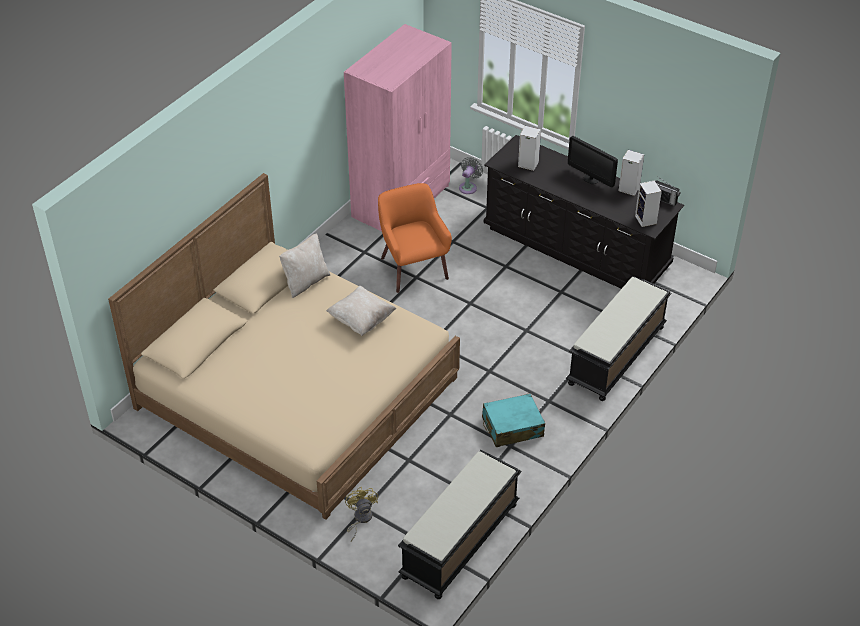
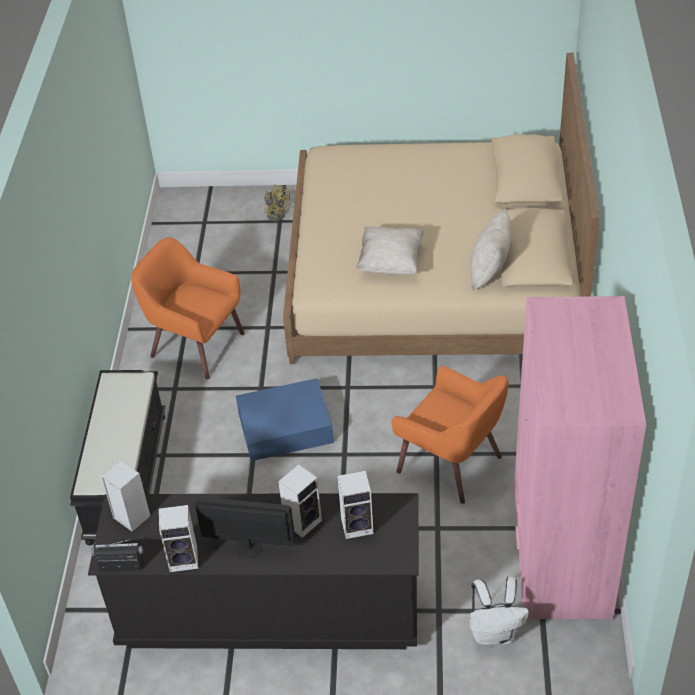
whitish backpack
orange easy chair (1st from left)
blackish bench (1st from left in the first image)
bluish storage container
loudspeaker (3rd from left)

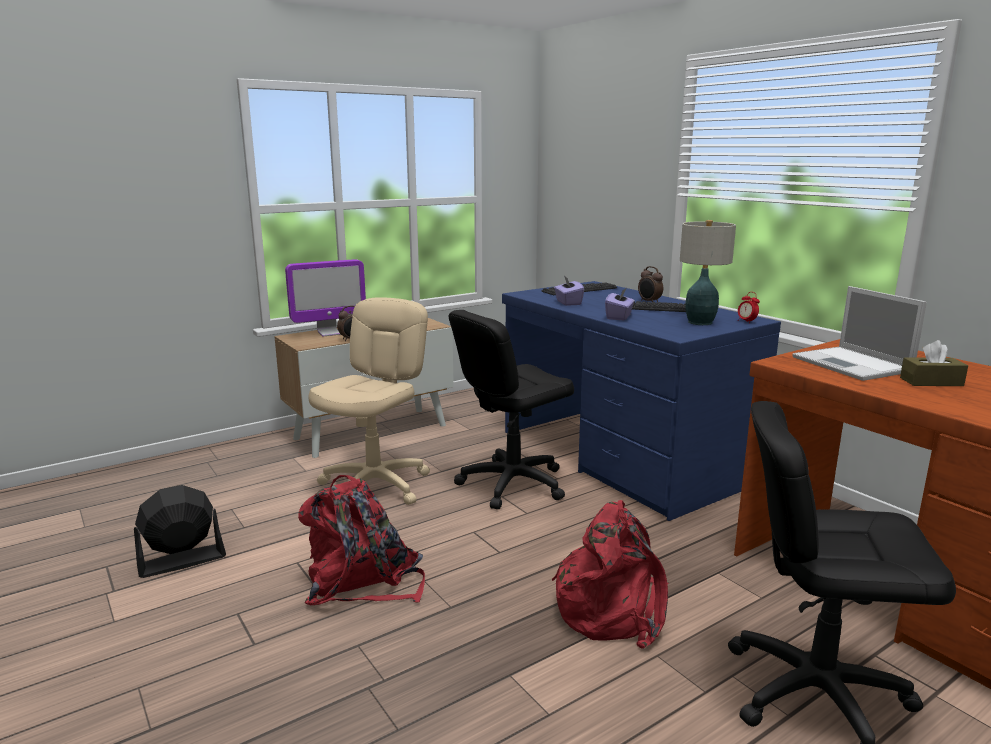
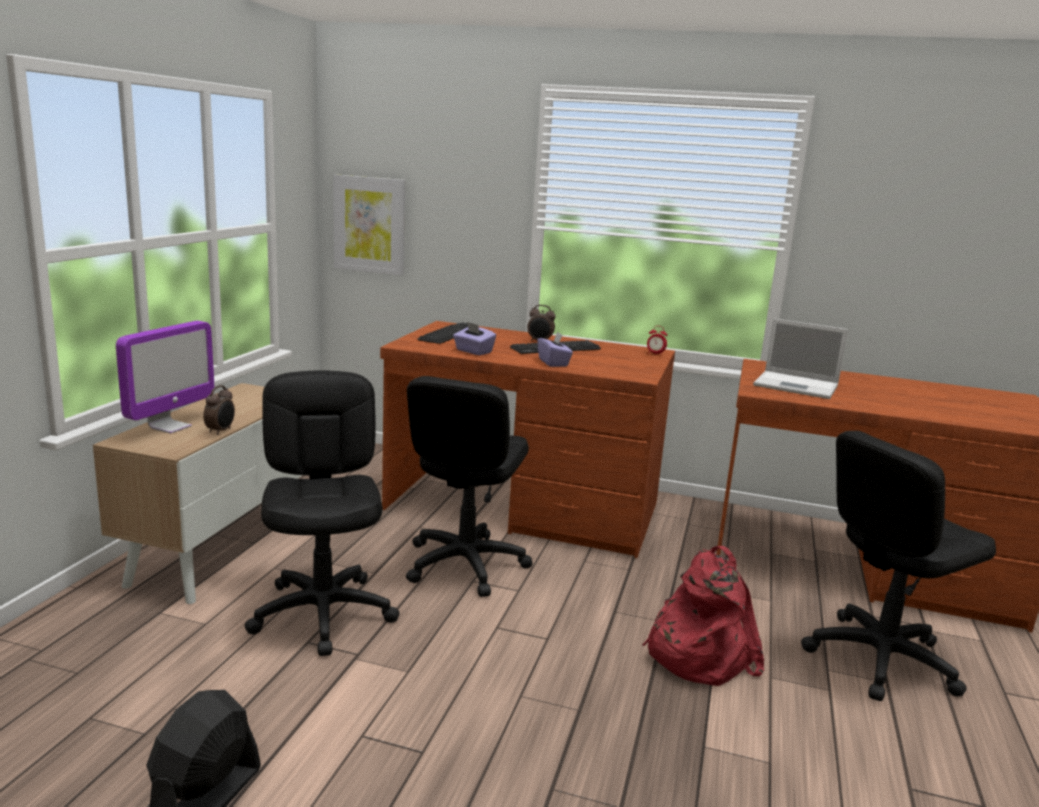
tabletop lamp
brown-coloured desk table (1st from left)
blackish office chair (1st from left)
brown-coloured tissue box
red-coloured backpack (1st from left in the first image)
wall art

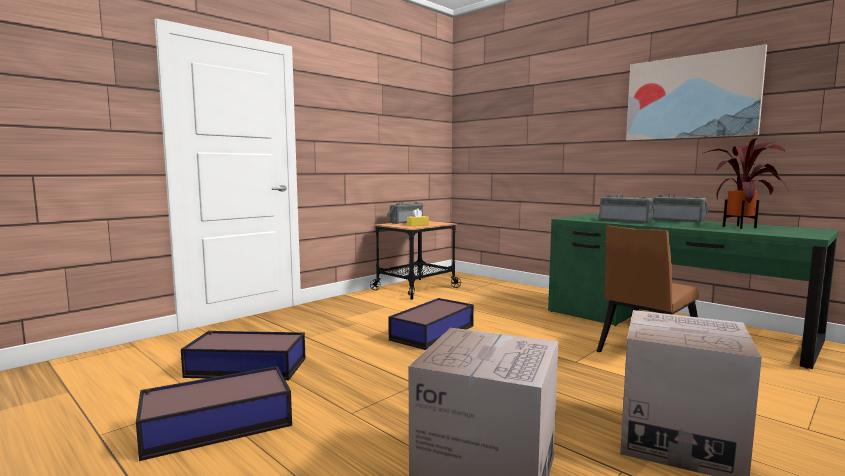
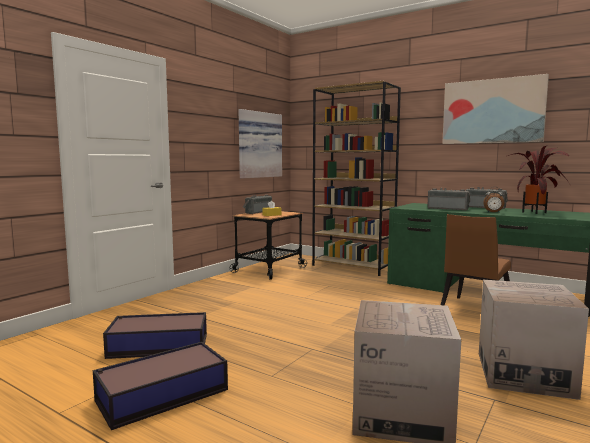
storage container (3rd from left in the first image)
brown-coloured bookcase
wall art (1st from left)
bedside clock

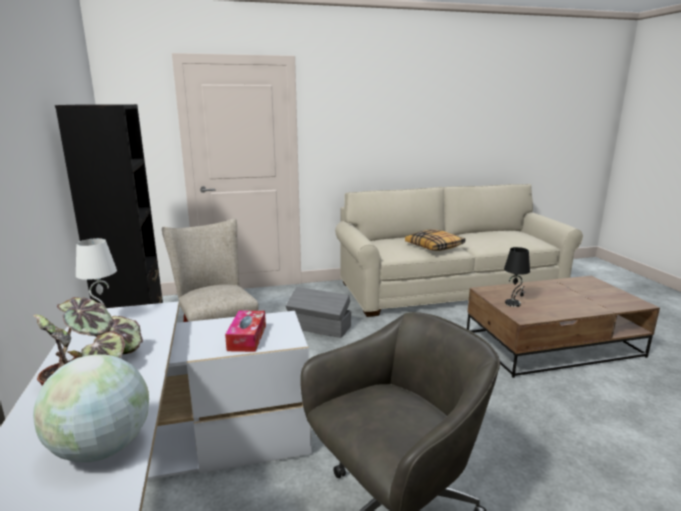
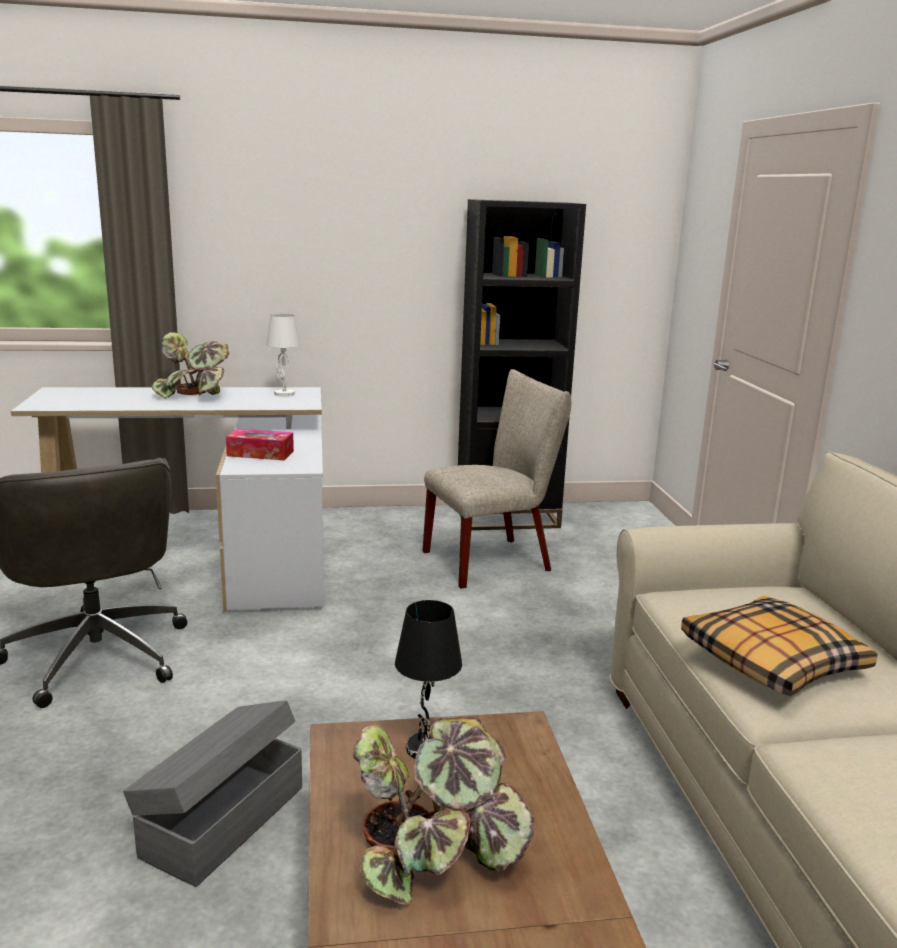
grey storage container
desk globe
potted plant (2nd from left)

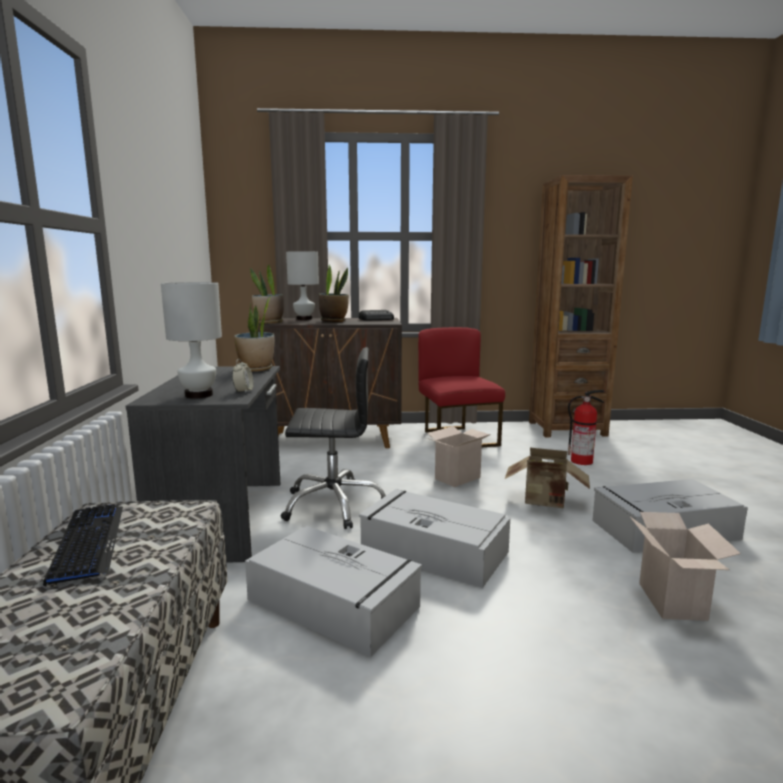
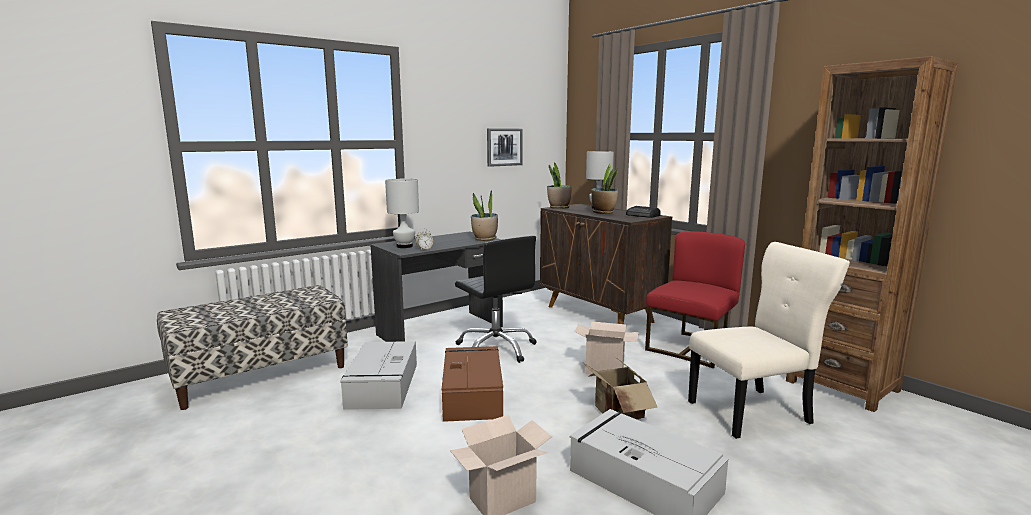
sand-coloured chair
brown-coloured storage container
keyboard
wall art

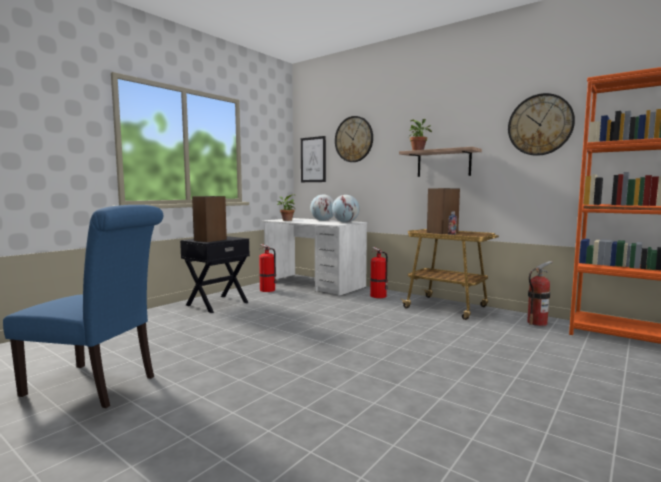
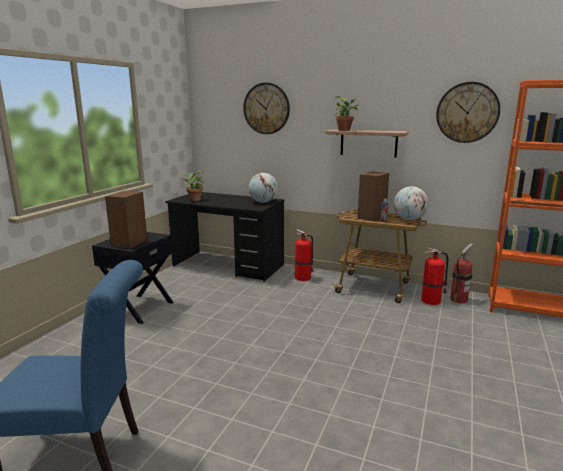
wall art
desk globe (2nd from left)
blackish desk table
extinguisher (2nd from left)

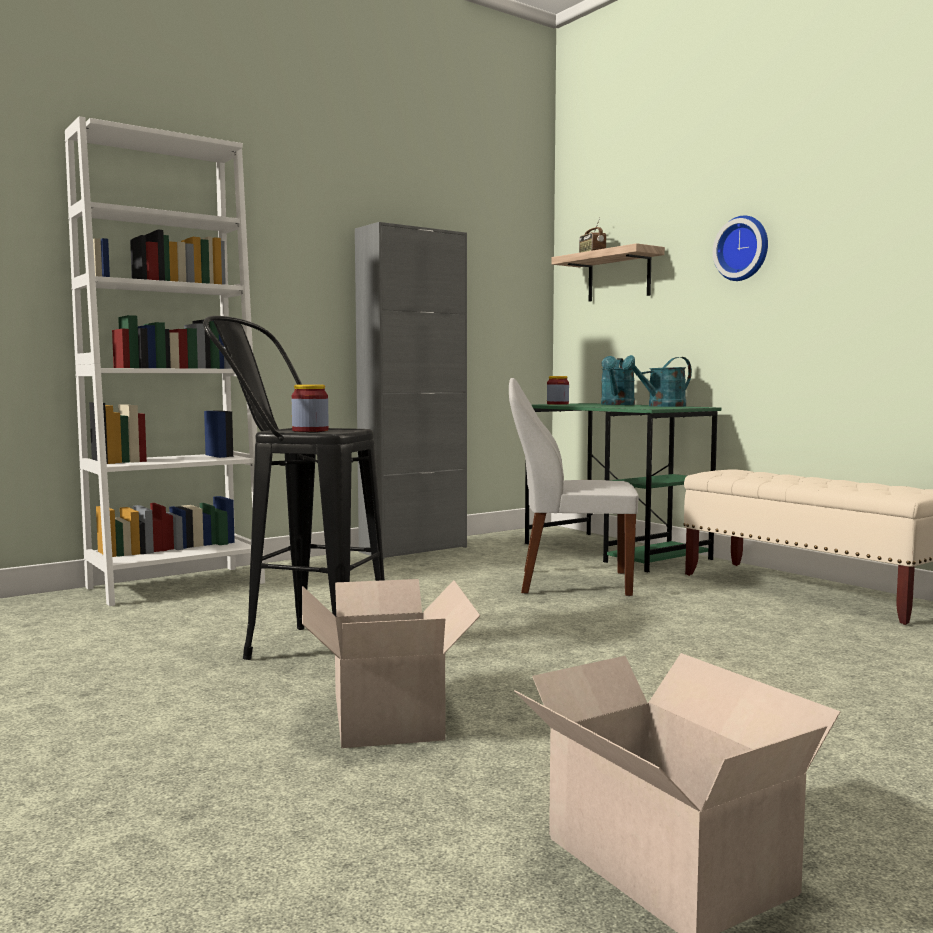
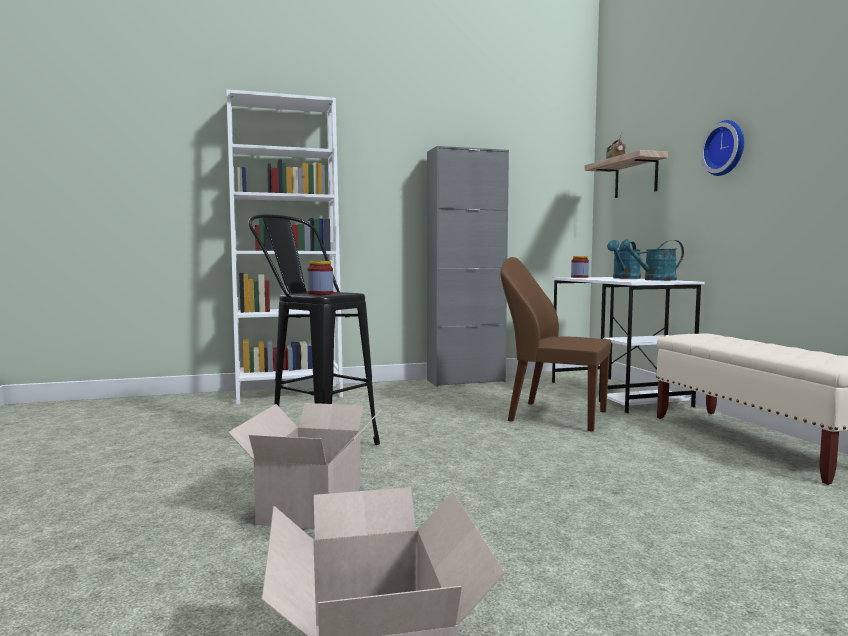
brown-coloured chair
whitish desk table

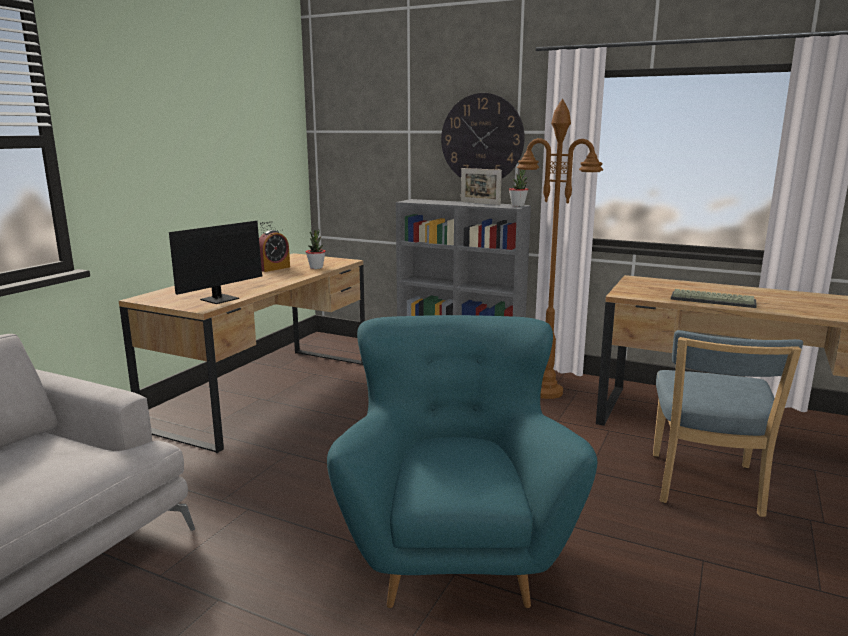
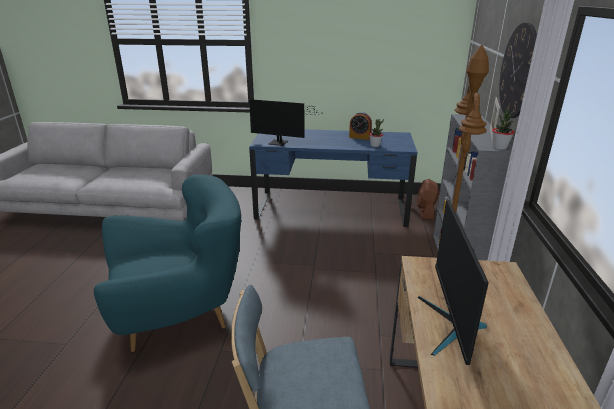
bluish desk table
computer display (2nd from left)
brown-coloured electric fan

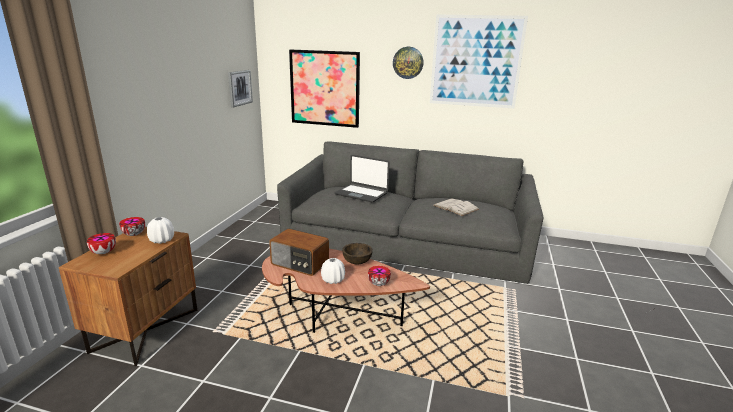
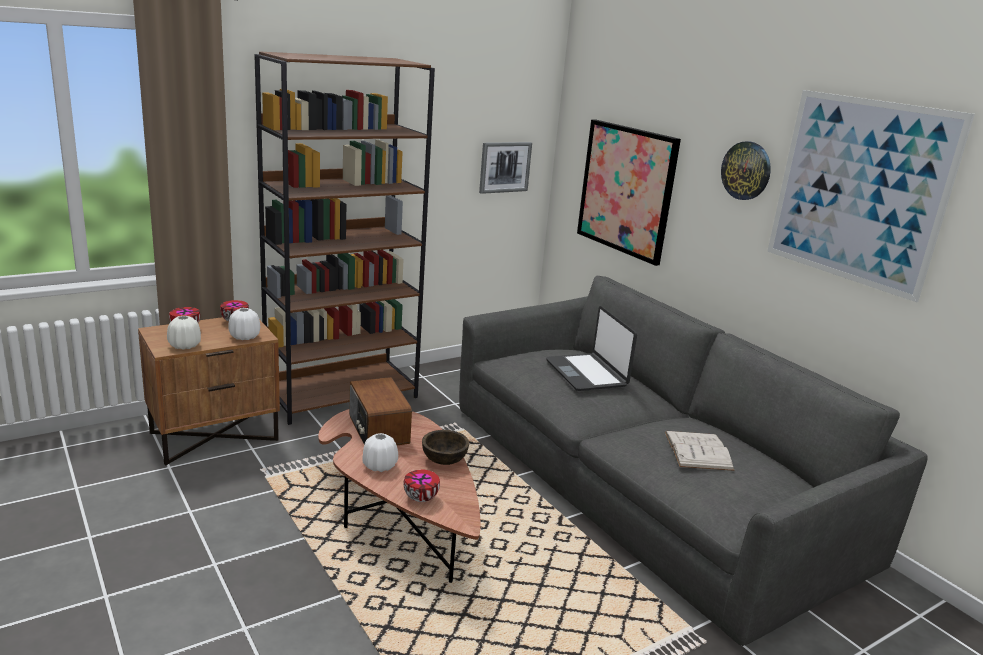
brown-coloured bookcase
whitish decorative vase (1st from left)

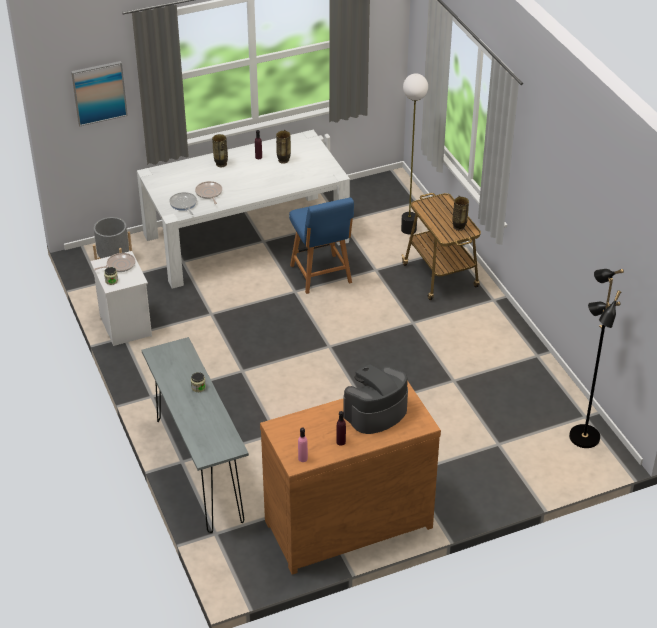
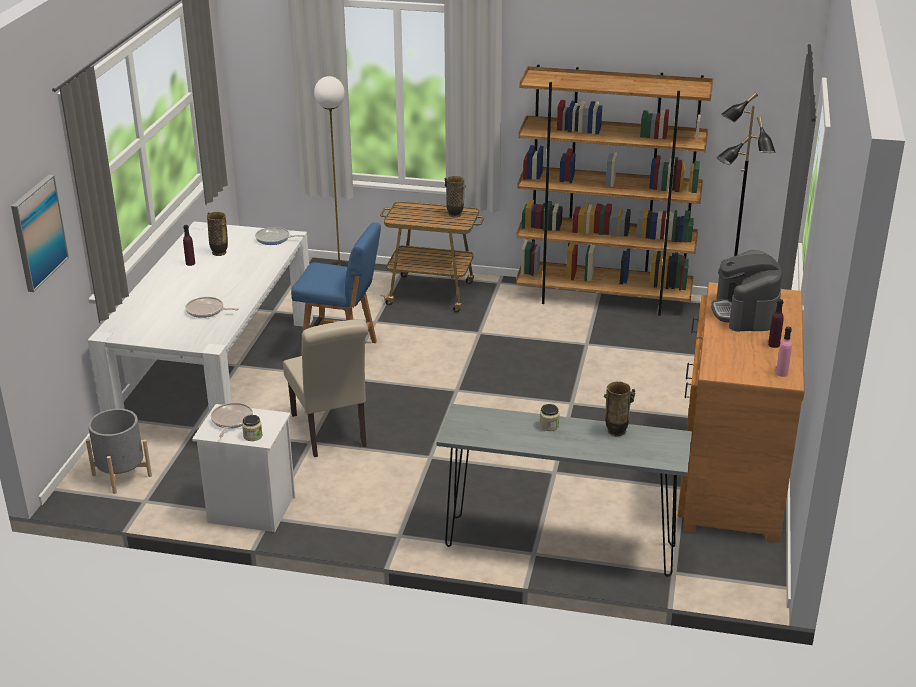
decorative vase (3rd from left)
skillet (3rd from left)
brown-coloured bookcase
sand-coloured chair

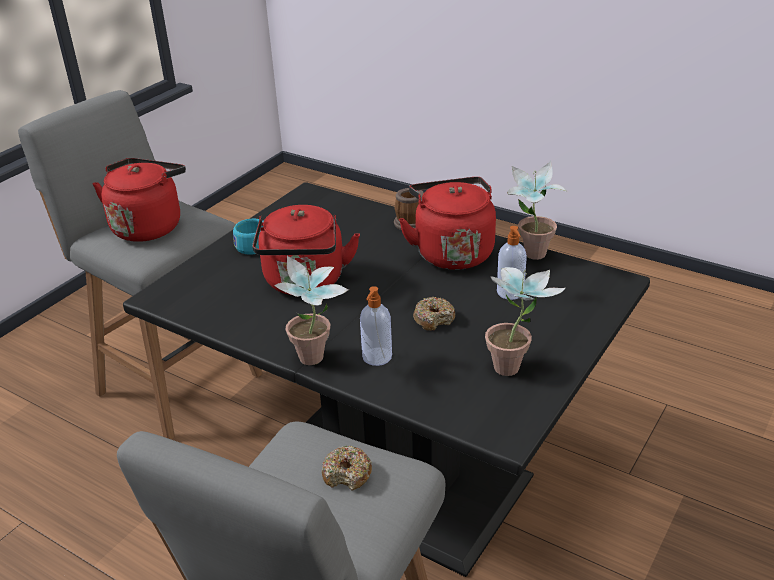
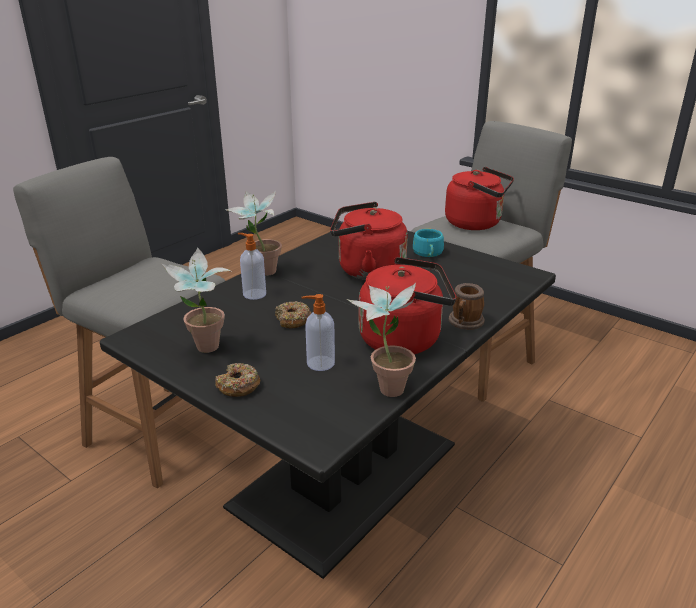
donut (1st from left)

